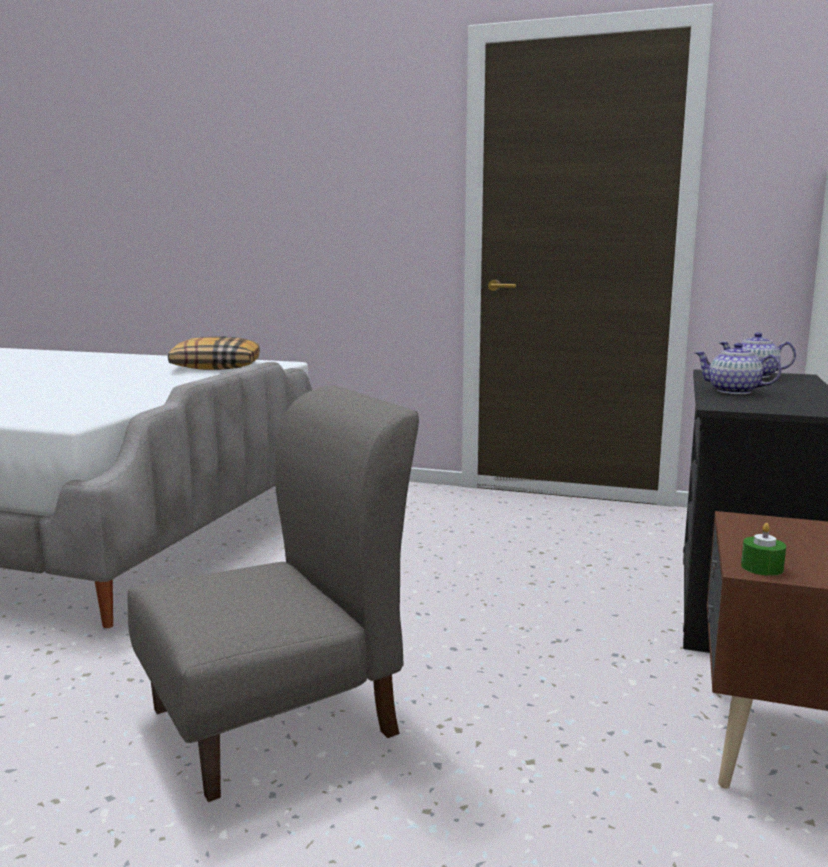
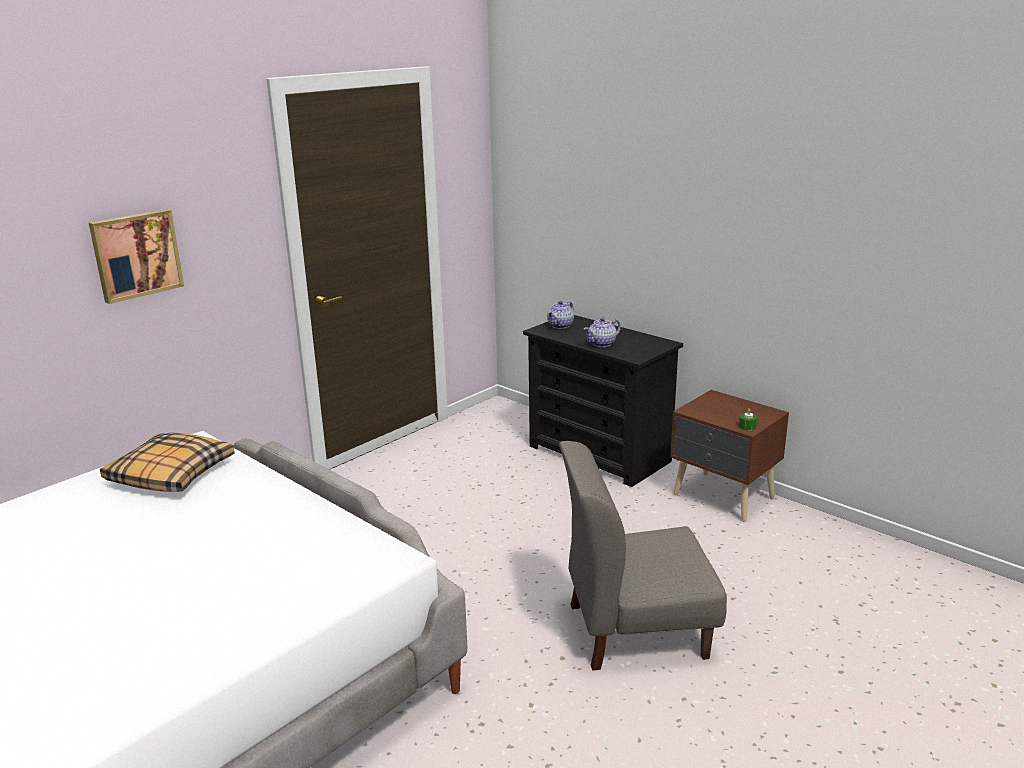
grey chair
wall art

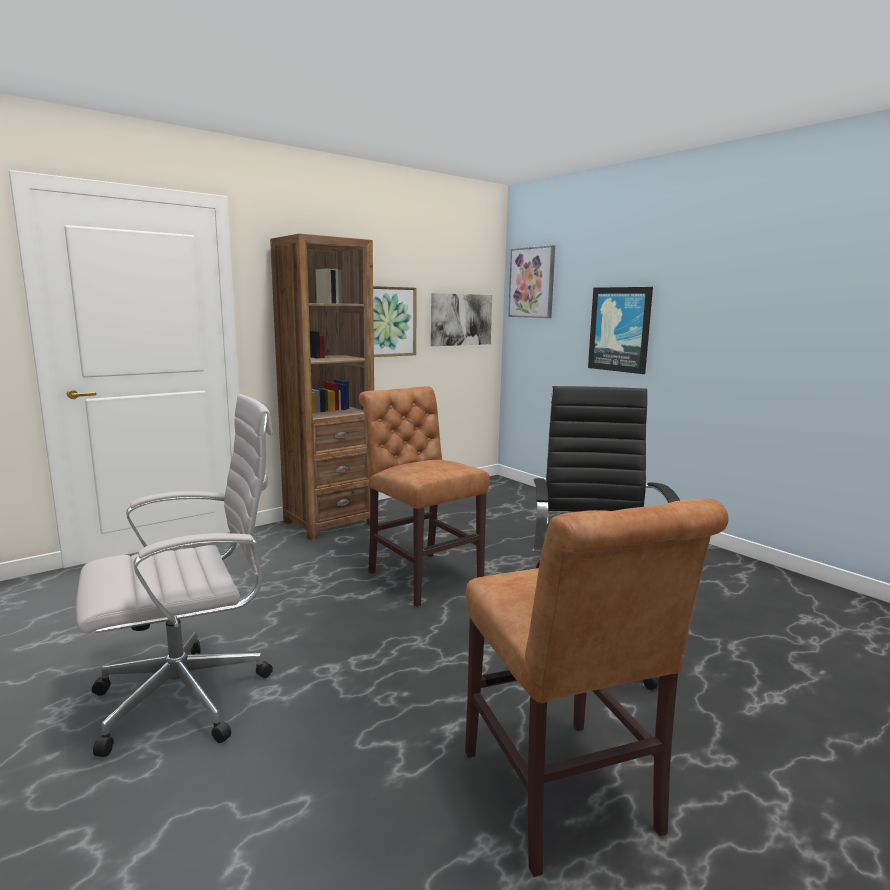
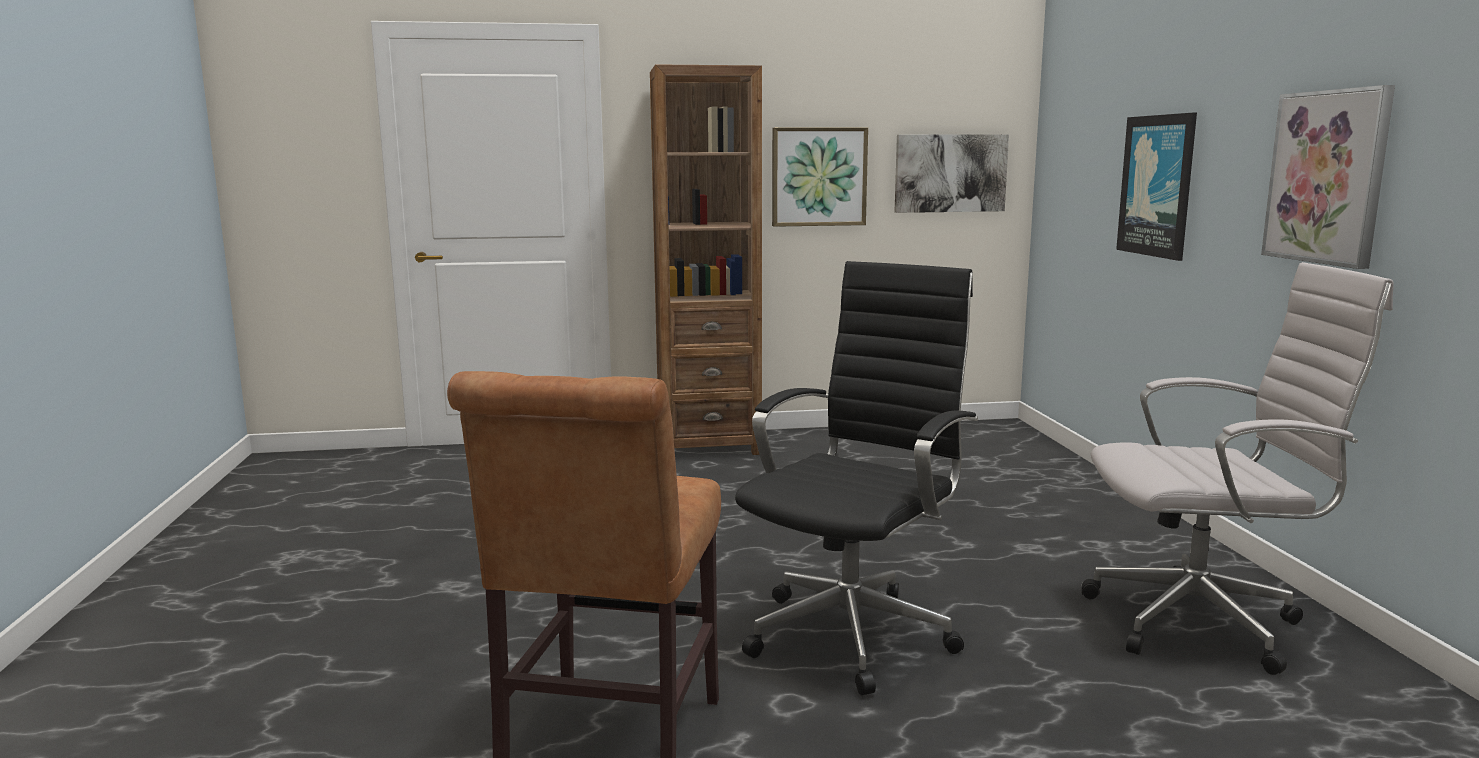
wall art (4th from left)
brown-coloured chair (1st from left in the first image)
whitish office chair

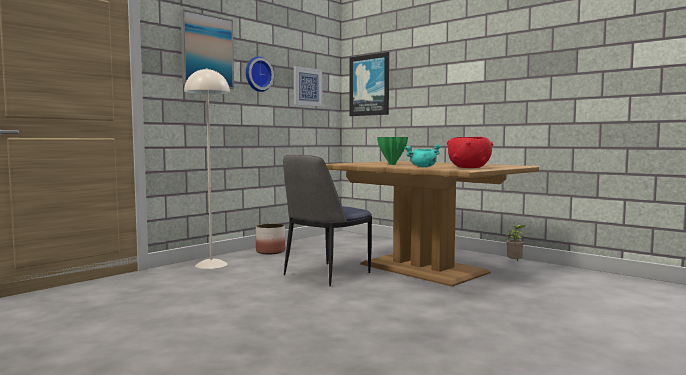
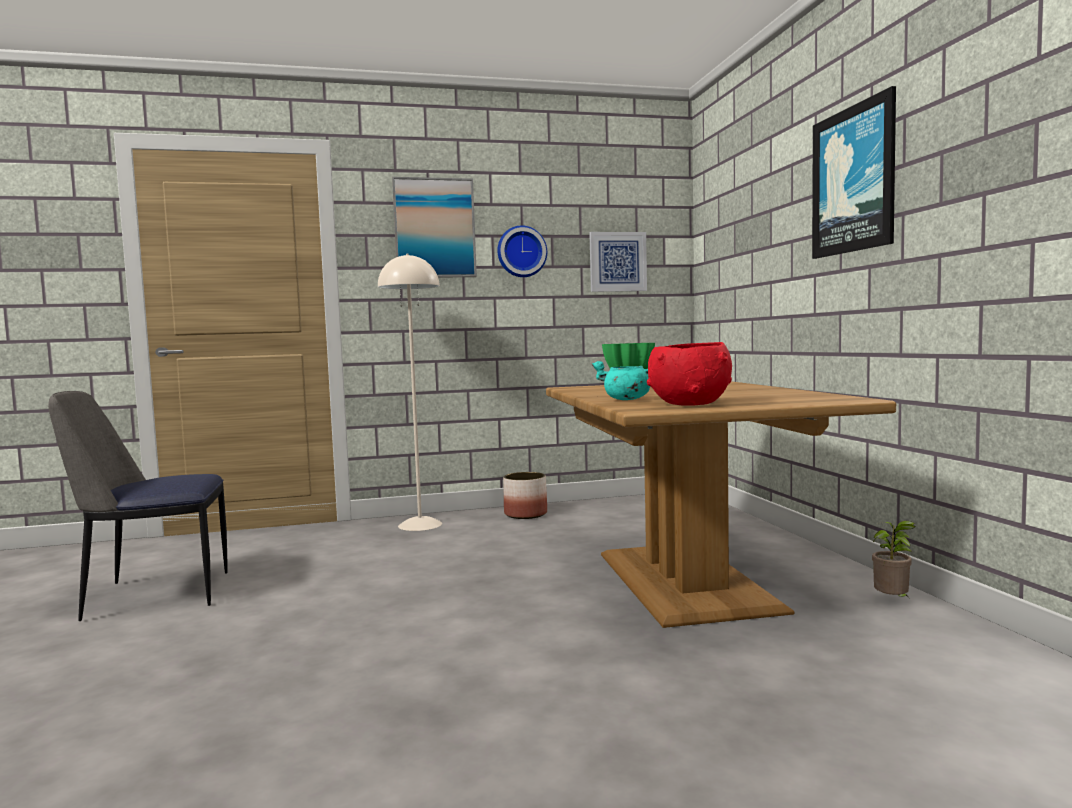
wall art (3rd from left)
chair

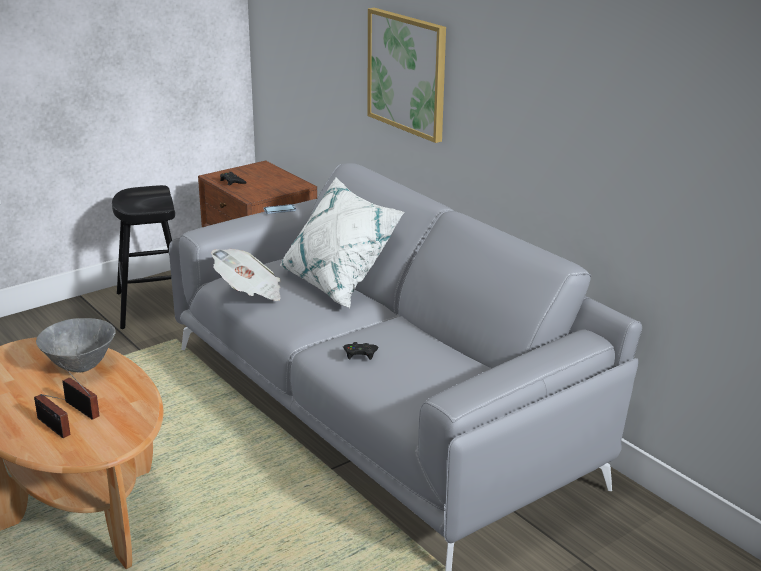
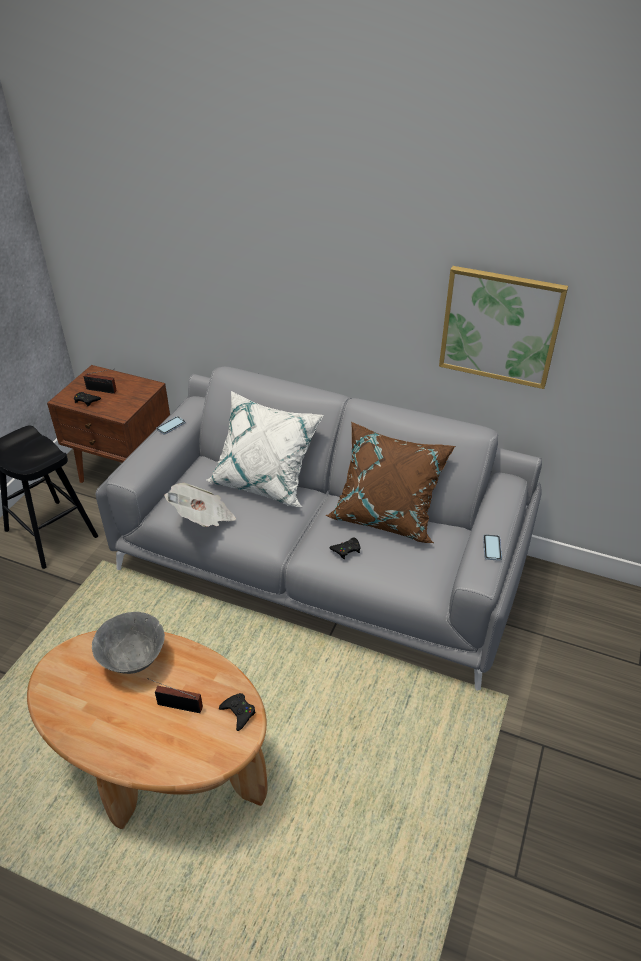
wall art
radio receiver (1st from left)
brown-coloured cushion
telephone (2nd from left)
blackish gamepad (2nd from left)

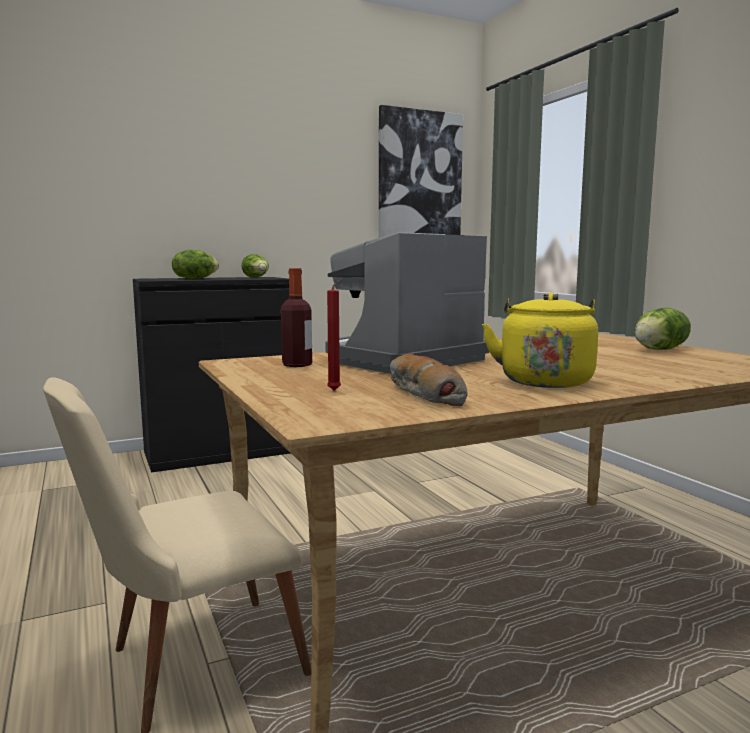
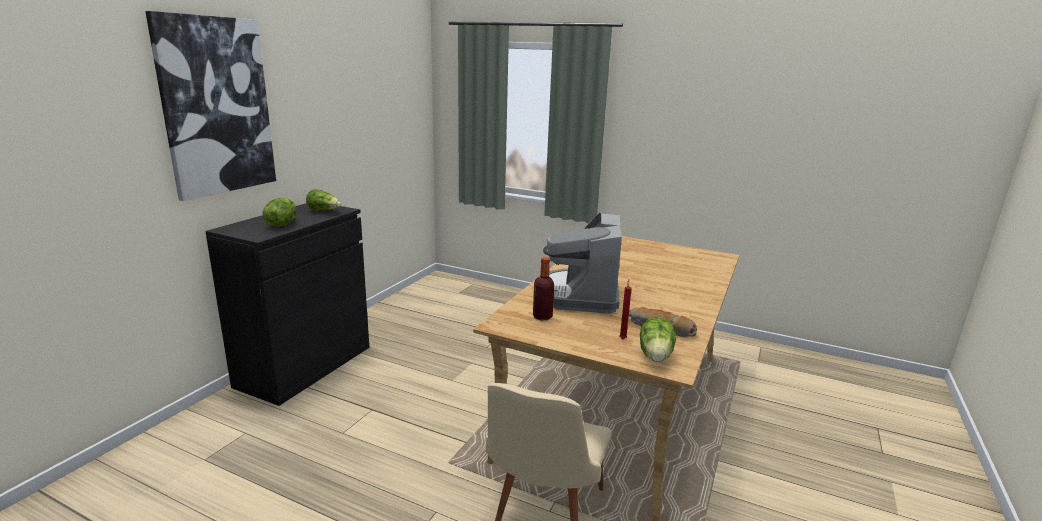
wall art
yellowish kettle
lettuce (3rd from left)

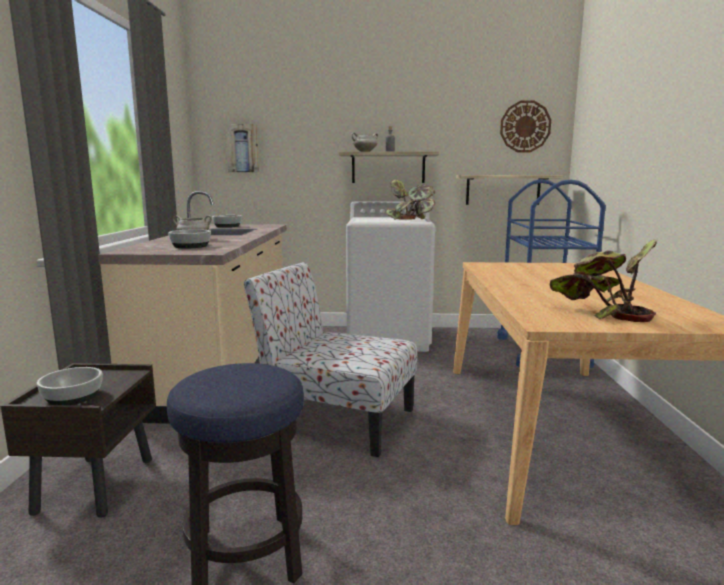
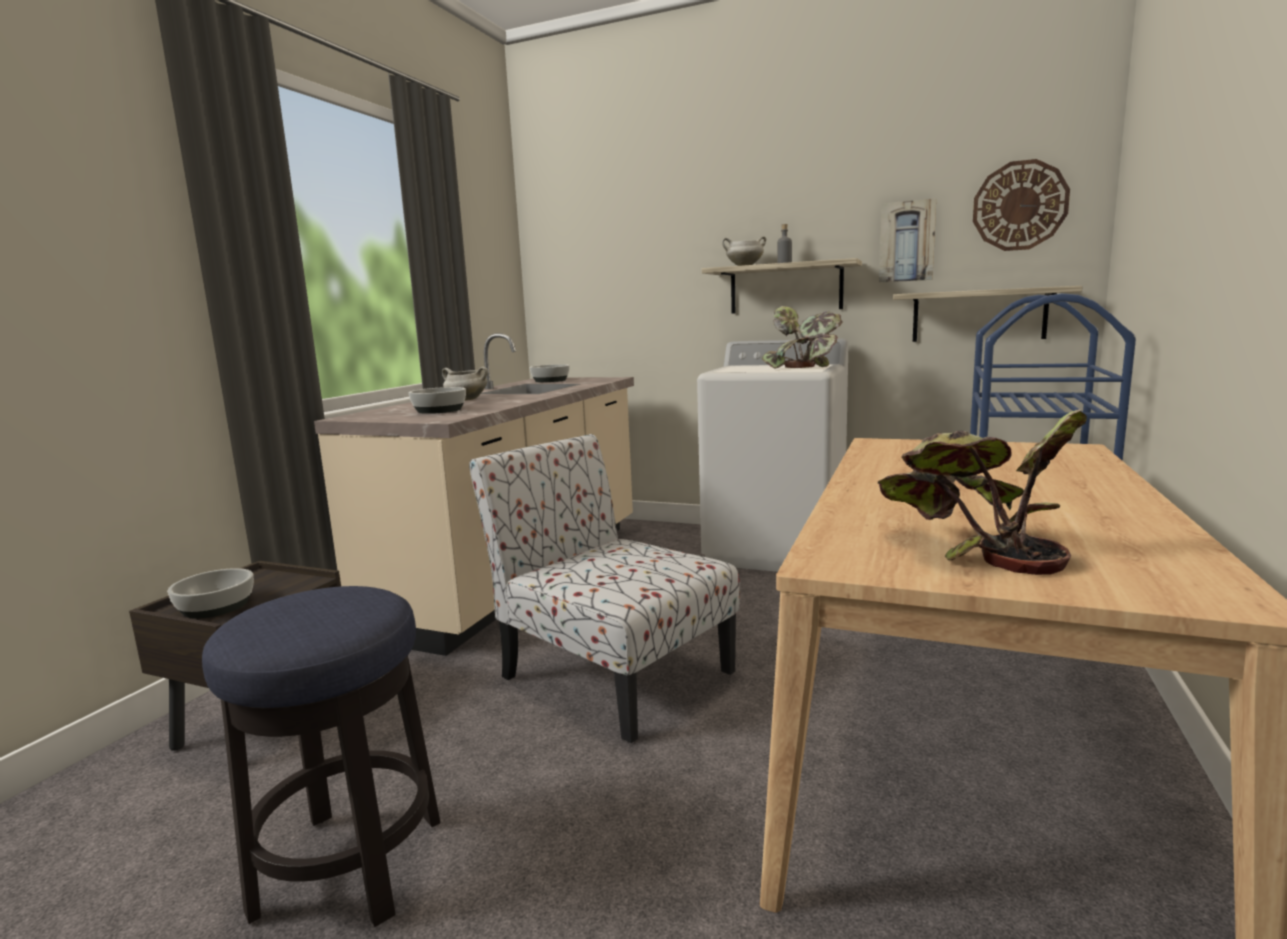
wall art

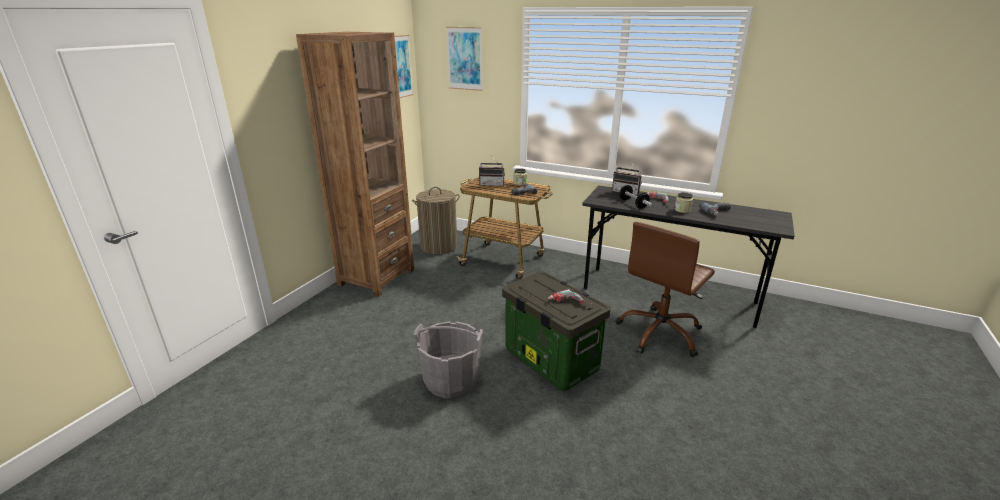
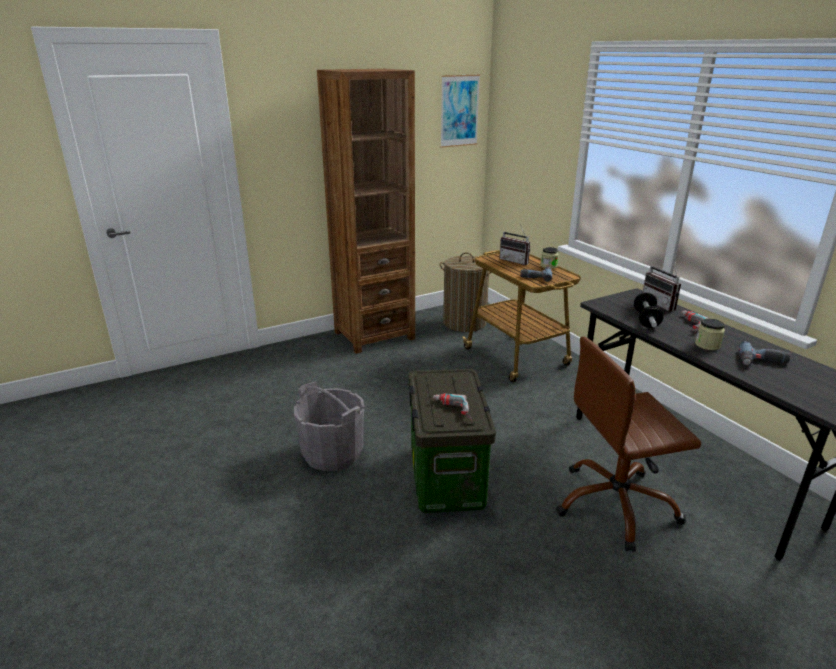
wall art (2nd from left in the first image)

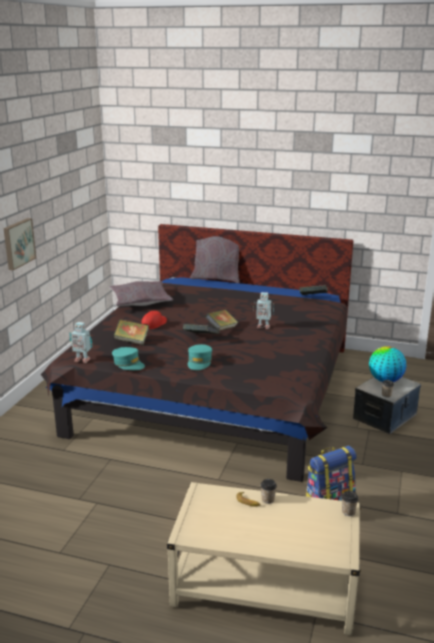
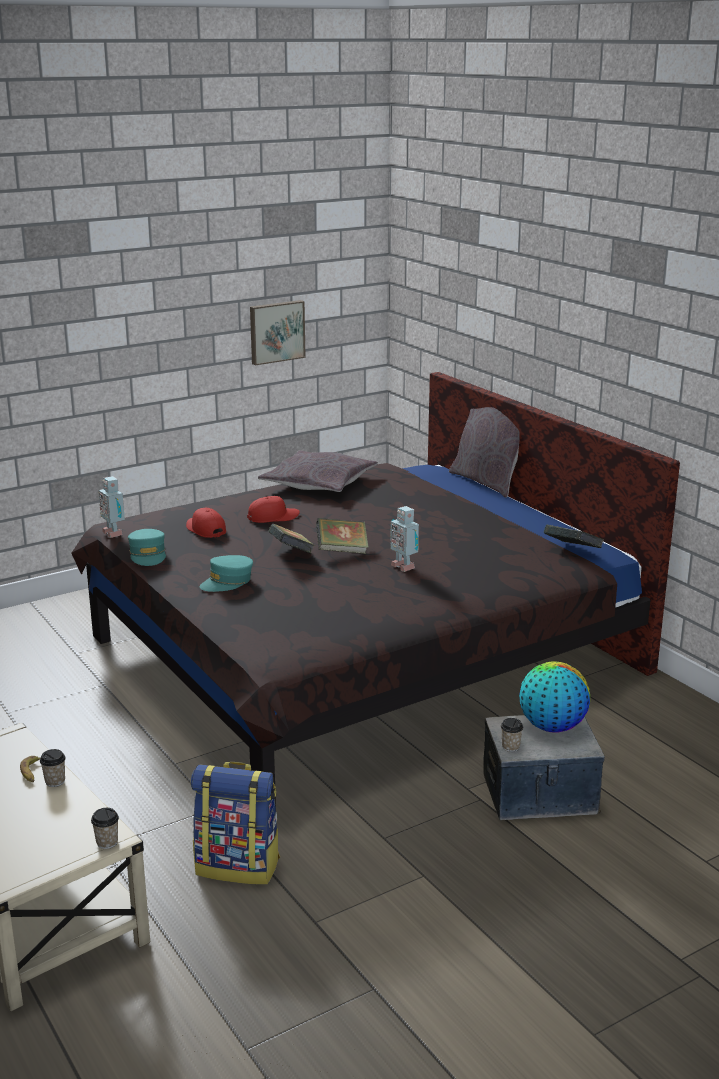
wall art
red-coloured peaked cap (1st from left)

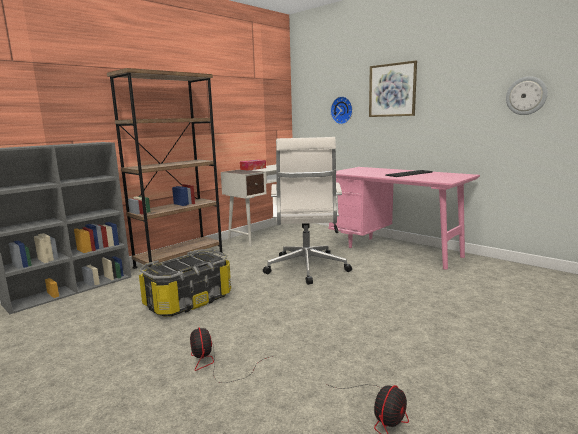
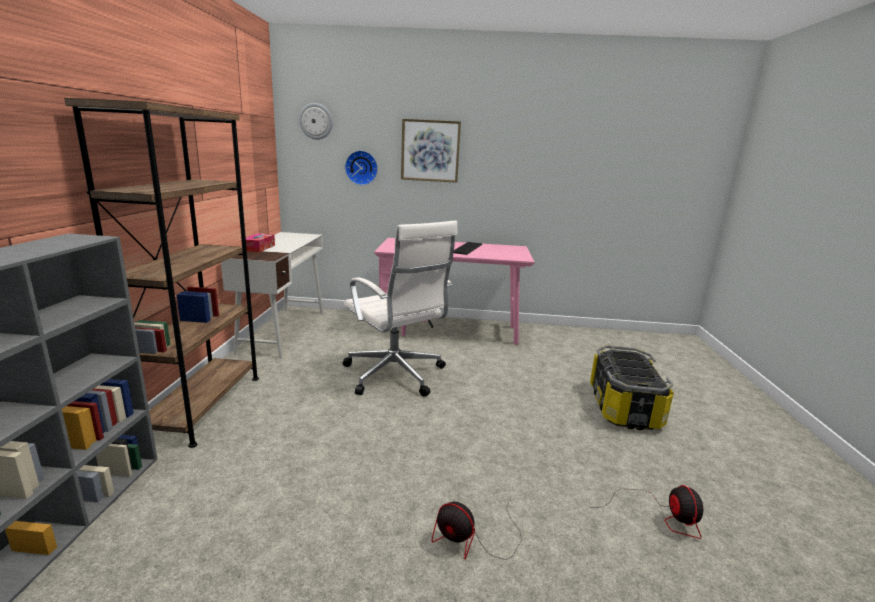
wall clock (1st from left)
storage container

